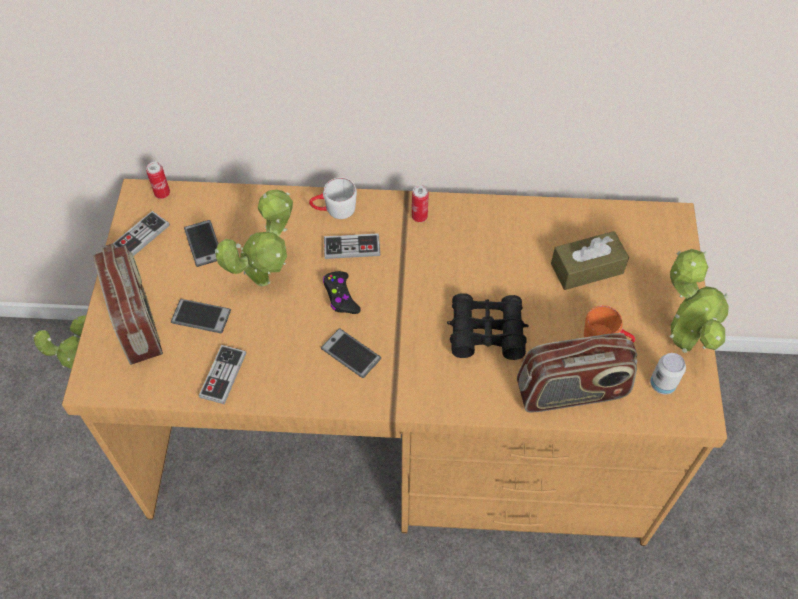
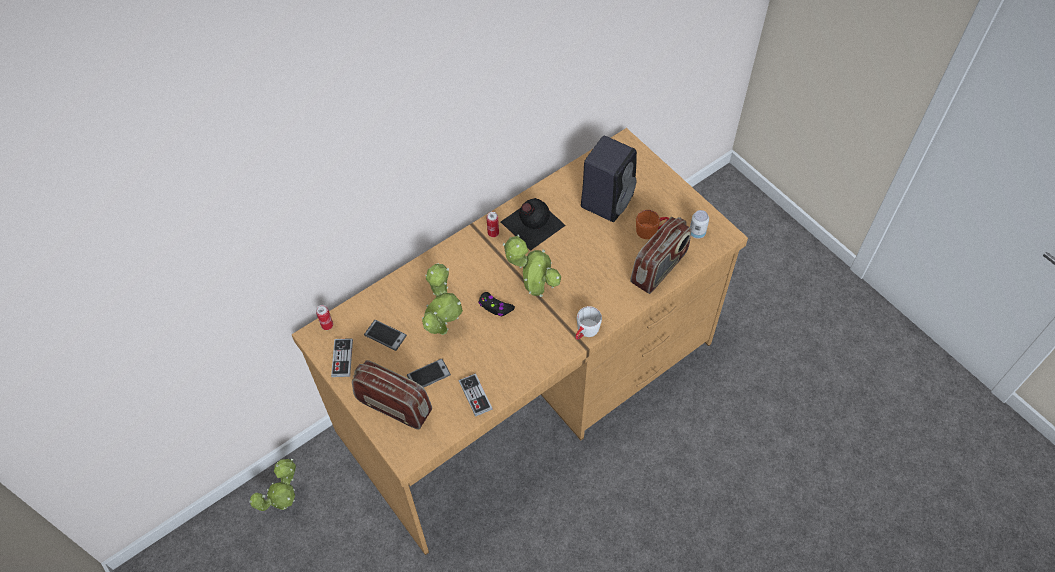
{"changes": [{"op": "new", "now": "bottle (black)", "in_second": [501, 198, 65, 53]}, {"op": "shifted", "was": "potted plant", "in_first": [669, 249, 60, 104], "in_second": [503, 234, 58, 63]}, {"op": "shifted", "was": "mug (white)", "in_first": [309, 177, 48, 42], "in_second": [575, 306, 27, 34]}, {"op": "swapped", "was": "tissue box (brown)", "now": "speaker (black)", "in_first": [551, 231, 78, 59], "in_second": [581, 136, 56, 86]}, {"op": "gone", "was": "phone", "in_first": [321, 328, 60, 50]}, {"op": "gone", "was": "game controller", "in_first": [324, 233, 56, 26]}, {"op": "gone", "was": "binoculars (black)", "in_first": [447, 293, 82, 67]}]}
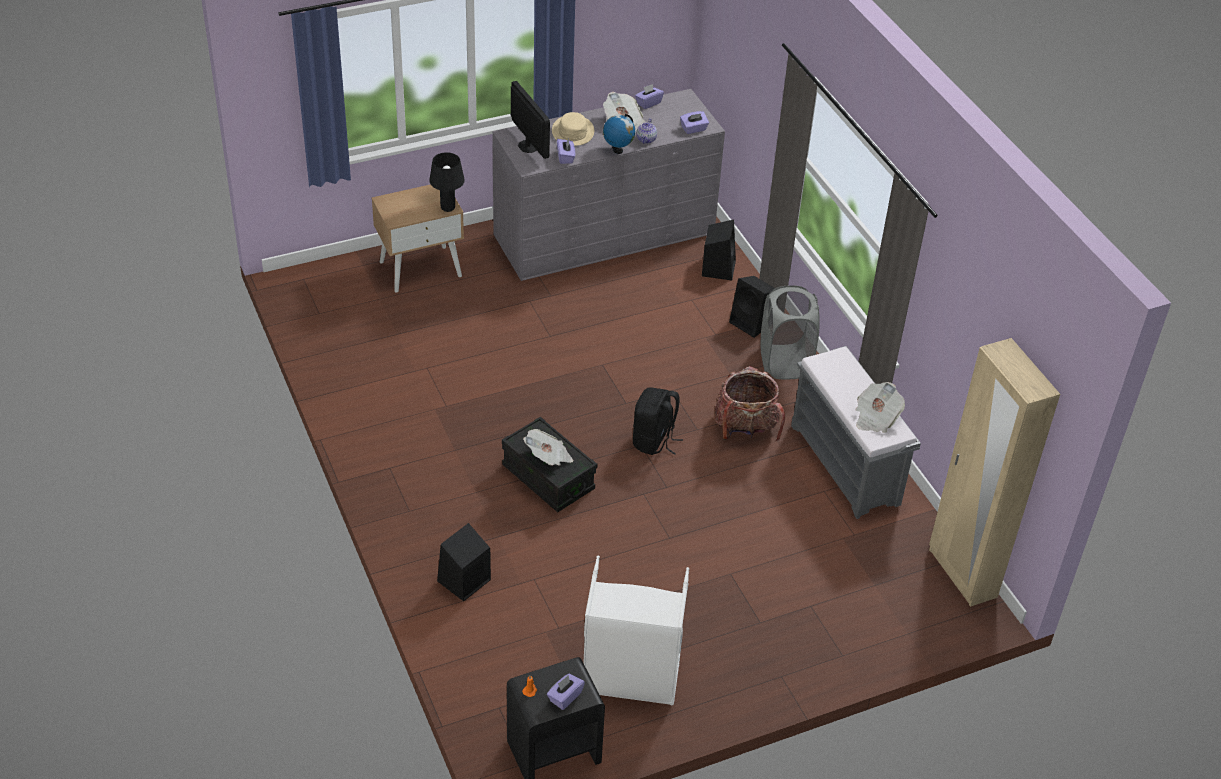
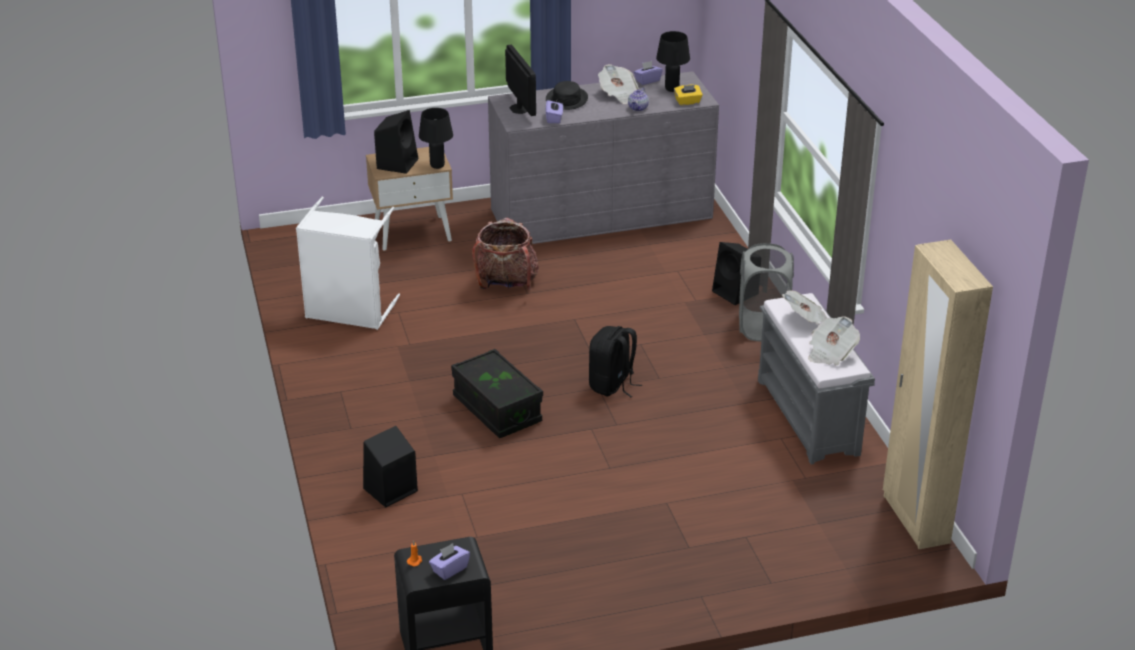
{"changes": [{"op": "shifted", "was": "laundry basket (white)", "in_first": [583, 556, 106, 149], "in_second": [296, 197, 104, 133]}, {"op": "shifted", "was": "speaker (black)", "in_first": [702, 220, 34, 61], "in_second": [374, 110, 44, 64]}, {"op": "shifted", "was": "backpack", "in_first": [715, 366, 70, 75], "in_second": [472, 218, 67, 72]}, {"op": "repainted", "was": "hat (beige)", "now": "hat (black)", "in_first": [552, 112, 42, 34], "in_second": [546, 81, 42, 29]}, {"op": "new", "now": "table lamp (black)", "in_second": [656, 31, 34, 61]}, {"op": "repainted", "was": "tissue box (purple)", "now": "tissue box (yellow)", "in_first": [680, 111, 29, 23], "in_second": [674, 85, 29, 20]}, {"op": "shifted", "was": "newspaper", "in_first": [523, 429, 51, 37], "in_second": [782, 290, 45, 34]}, {"op": "gone", "was": "globe", "in_first": [603, 114, 32, 40]}]}
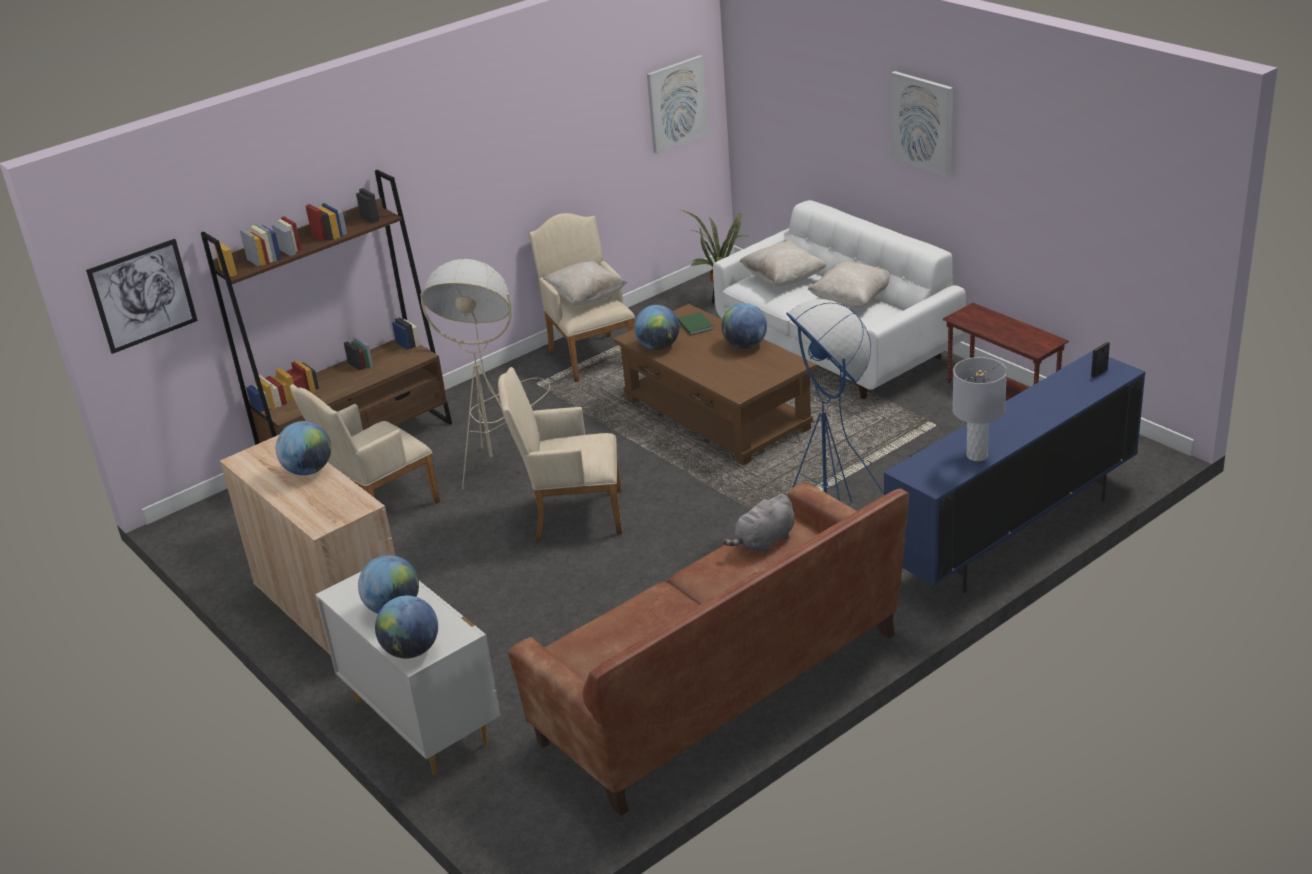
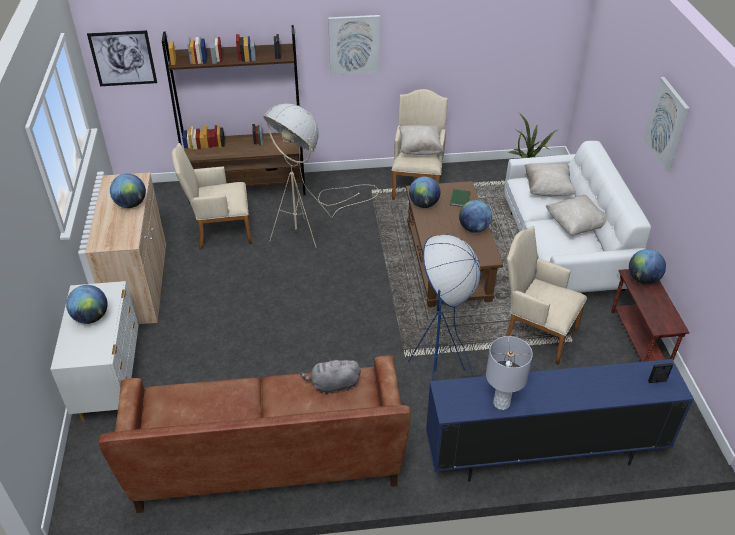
{"changes": [{"op": "shifted", "was": "picture", "in_first": [647, 55, 61, 99], "in_second": [328, 15, 52, 60]}, {"op": "shifted", "was": "armchair (beige)", "in_first": [498, 367, 124, 174], "in_second": [505, 226, 82, 139]}, {"op": "shifted", "was": "globe", "in_first": [375, 596, 63, 63], "in_second": [629, 249, 37, 35]}]}
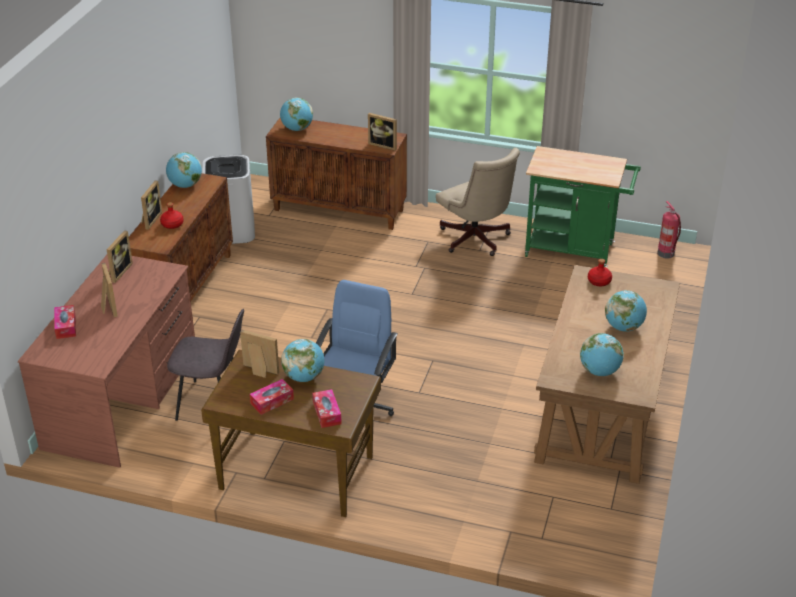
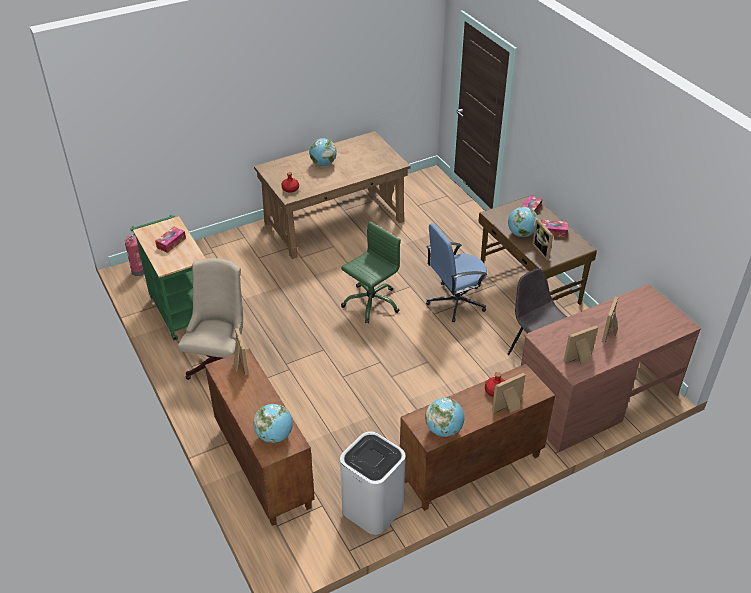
{"changes": [{"op": "shifted", "was": "tissue box", "in_first": [54, 305, 22, 34], "in_second": [155, 227, 31, 26]}, {"op": "new", "now": "office chair (green)", "in_second": [341, 221, 60, 103]}, {"op": "gone", "was": "globe", "in_first": [580, 333, 44, 43]}]}
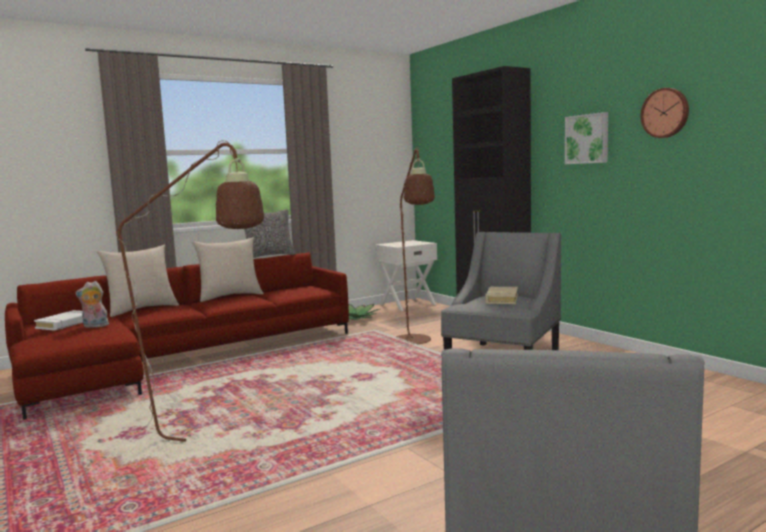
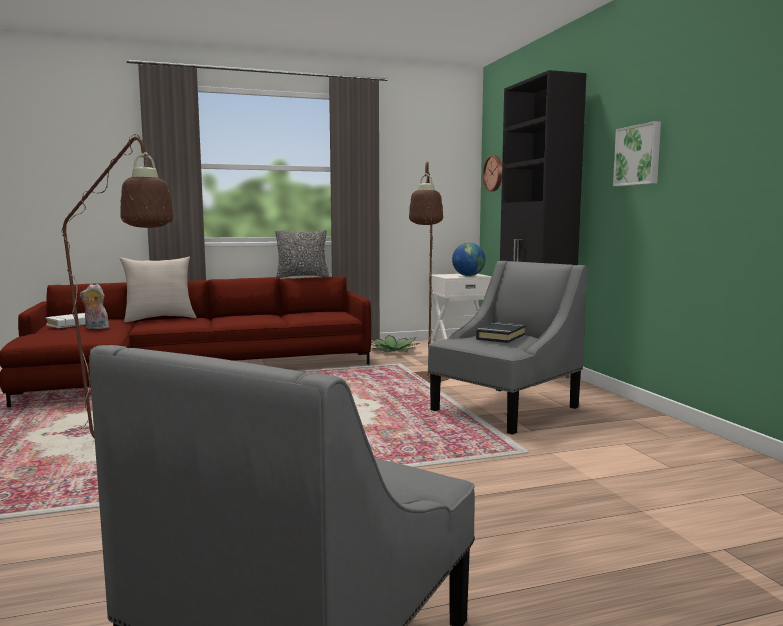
{"changes": [{"op": "new", "now": "globe", "in_second": [452, 243, 34, 33]}, {"op": "repainted", "was": "book (beige)", "now": "book (black)", "in_first": [485, 287, 33, 17], "in_second": [476, 322, 50, 21]}, {"op": "shifted", "was": "wall clock", "in_first": [640, 88, 49, 50], "in_second": [483, 155, 19, 36]}, {"op": "gone", "was": "pillow (beige)", "in_first": [192, 237, 72, 65]}]}
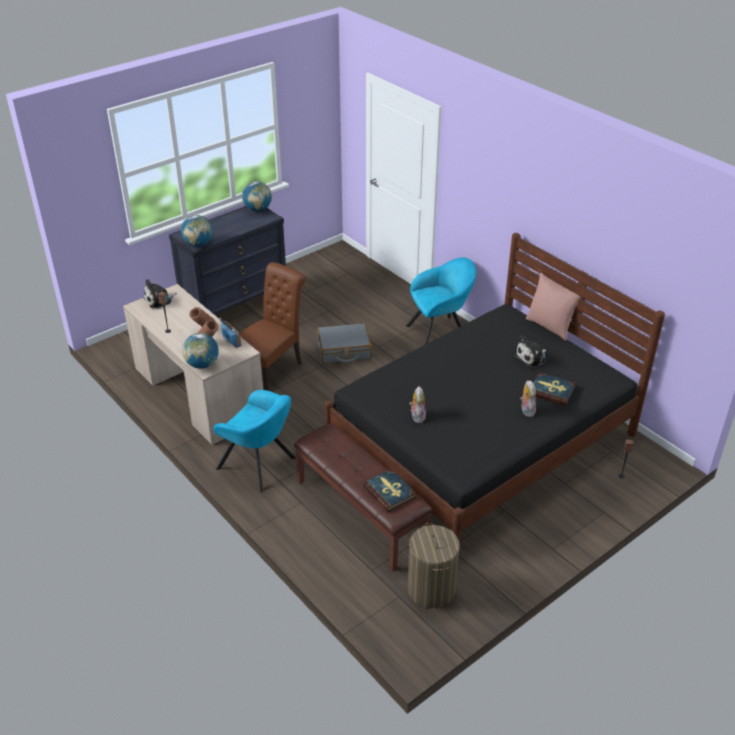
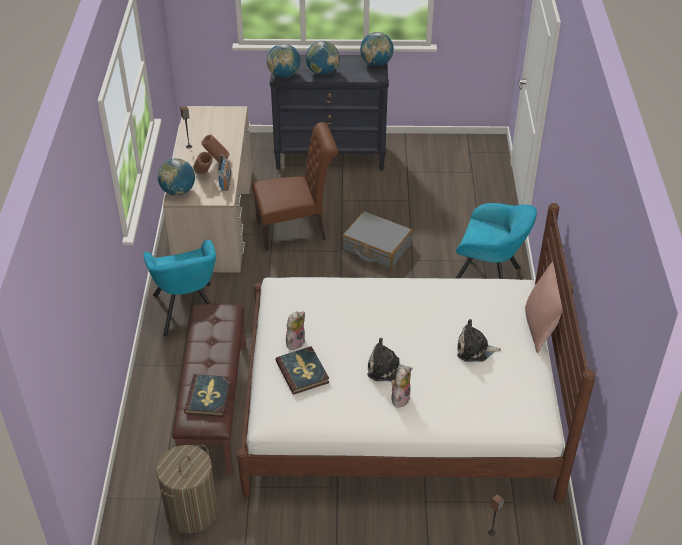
{"changes": [{"op": "repainted", "was": "bed (black)", "now": "bed (white)", "in_first": [325, 233, 340, 310], "in_second": [237, 203, 359, 300]}, {"op": "shifted", "was": "book", "in_first": [533, 372, 43, 34], "in_second": [275, 346, 54, 48]}, {"op": "new", "now": "globe", "in_second": [306, 41, 33, 34]}, {"op": "shifted", "was": "plush toy", "in_first": [143, 279, 34, 29], "in_second": [367, 338, 46, 43]}]}
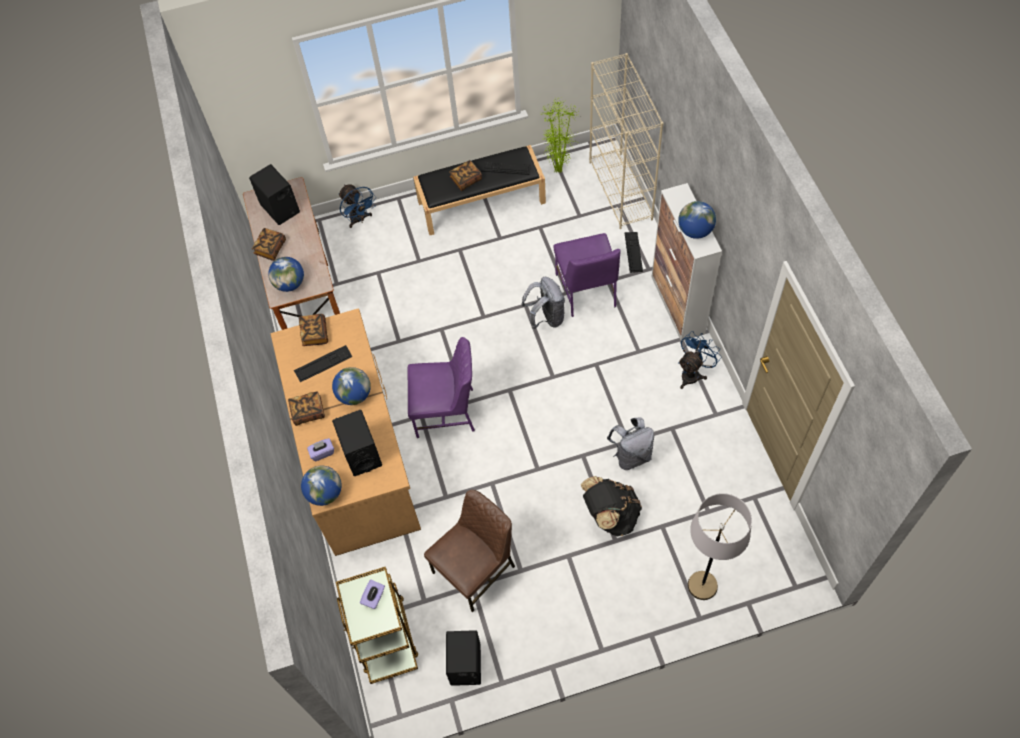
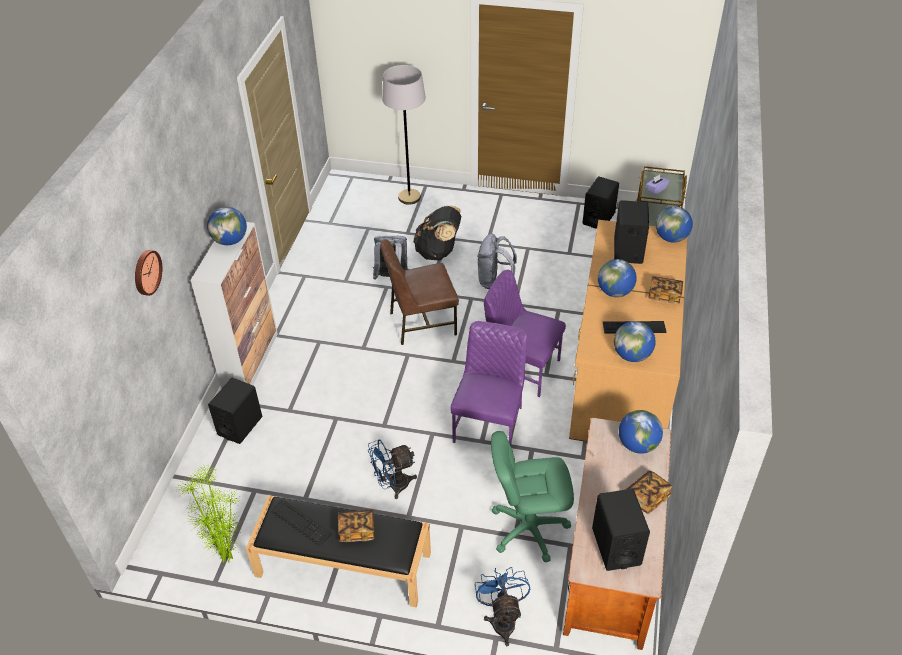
{"changes": [{"op": "new", "now": "wall clock", "in_second": [135, 250, 27, 46]}, {"op": "swapped", "was": "keyboard", "now": "speaker (black)", "in_first": [625, 232, 18, 41], "in_second": [208, 377, 54, 67]}, {"op": "shifted", "was": "fan (blue)", "in_first": [678, 331, 44, 58], "in_second": [368, 439, 49, 60]}, {"op": "shifted", "was": "chair (brown)", "in_first": [424, 490, 91, 122], "in_second": [380, 239, 79, 106]}, {"op": "shifted", "was": "chair (purple)", "in_first": [554, 233, 67, 84], "in_second": [451, 321, 76, 124]}, {"op": "shifted", "was": "backpack (grey)", "in_first": [521, 277, 44, 52], "in_second": [477, 234, 40, 55]}, {"op": "new", "now": "office chair (green)", "in_second": [491, 431, 83, 132]}, {"op": "swapped", "was": "book", "now": "globe", "in_first": [299, 314, 29, 32], "in_second": [614, 321, 42, 41]}, {"op": "gone", "was": "tissue box (purple)", "in_first": [307, 438, 27, 23]}, {"op": "gone", "was": "bookcase (beige)", "in_first": [589, 53, 74, 176]}]}
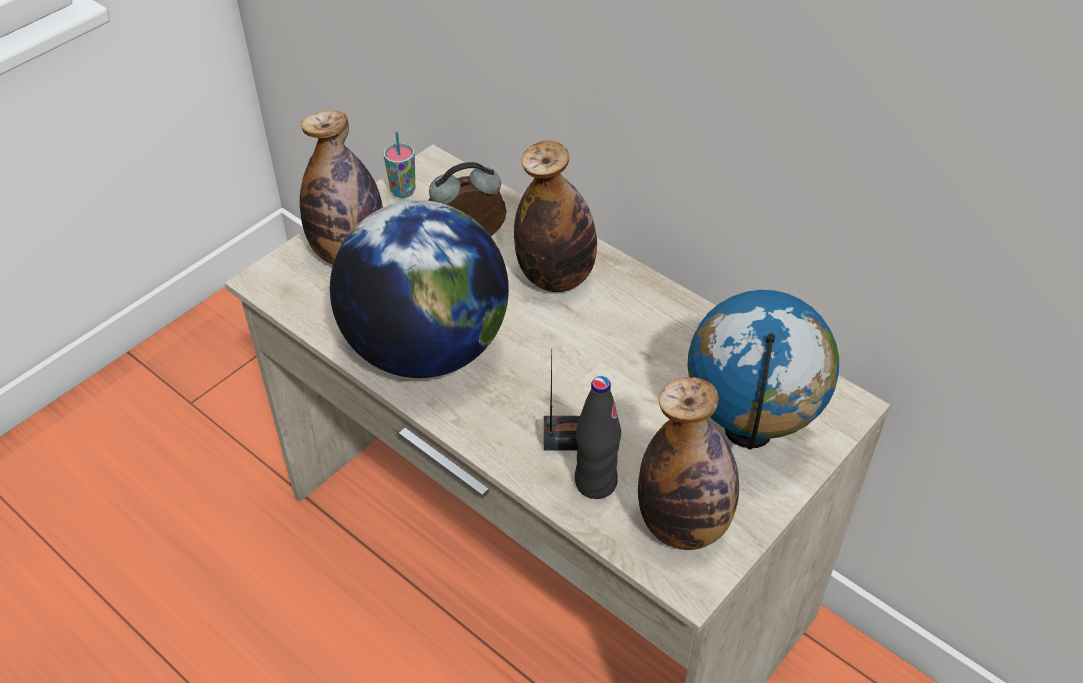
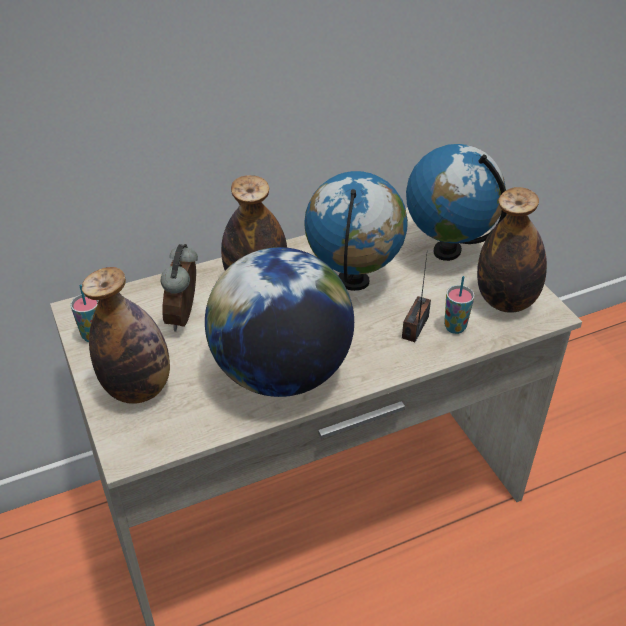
{"changes": [{"op": "new", "now": "globe", "in_second": [305, 171, 103, 120]}, {"op": "swapped", "was": "bottle (black)", "now": "cup", "in_first": [575, 376, 46, 123], "in_second": [444, 276, 31, 58]}]}
